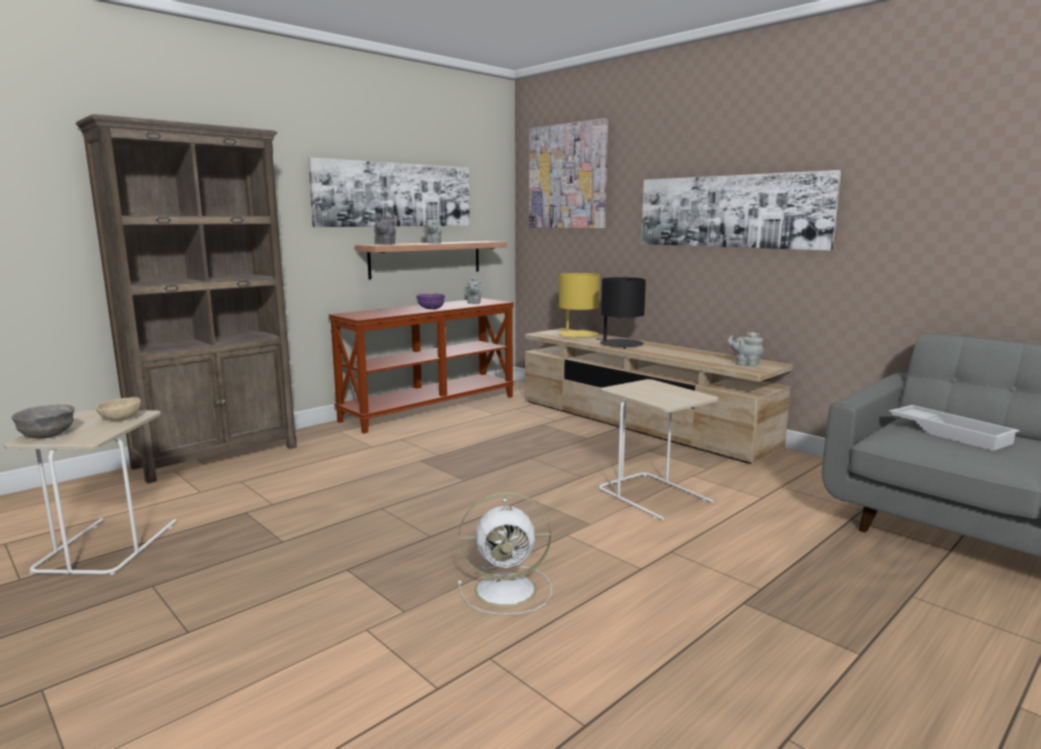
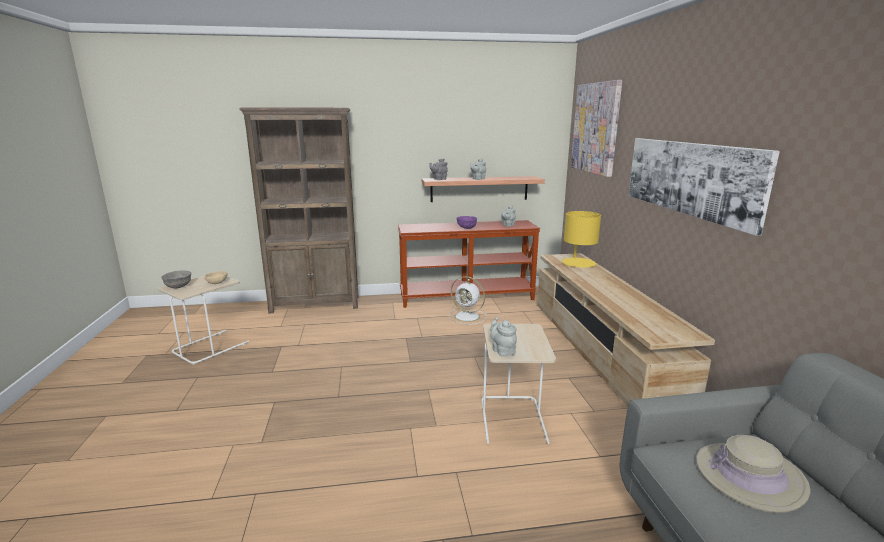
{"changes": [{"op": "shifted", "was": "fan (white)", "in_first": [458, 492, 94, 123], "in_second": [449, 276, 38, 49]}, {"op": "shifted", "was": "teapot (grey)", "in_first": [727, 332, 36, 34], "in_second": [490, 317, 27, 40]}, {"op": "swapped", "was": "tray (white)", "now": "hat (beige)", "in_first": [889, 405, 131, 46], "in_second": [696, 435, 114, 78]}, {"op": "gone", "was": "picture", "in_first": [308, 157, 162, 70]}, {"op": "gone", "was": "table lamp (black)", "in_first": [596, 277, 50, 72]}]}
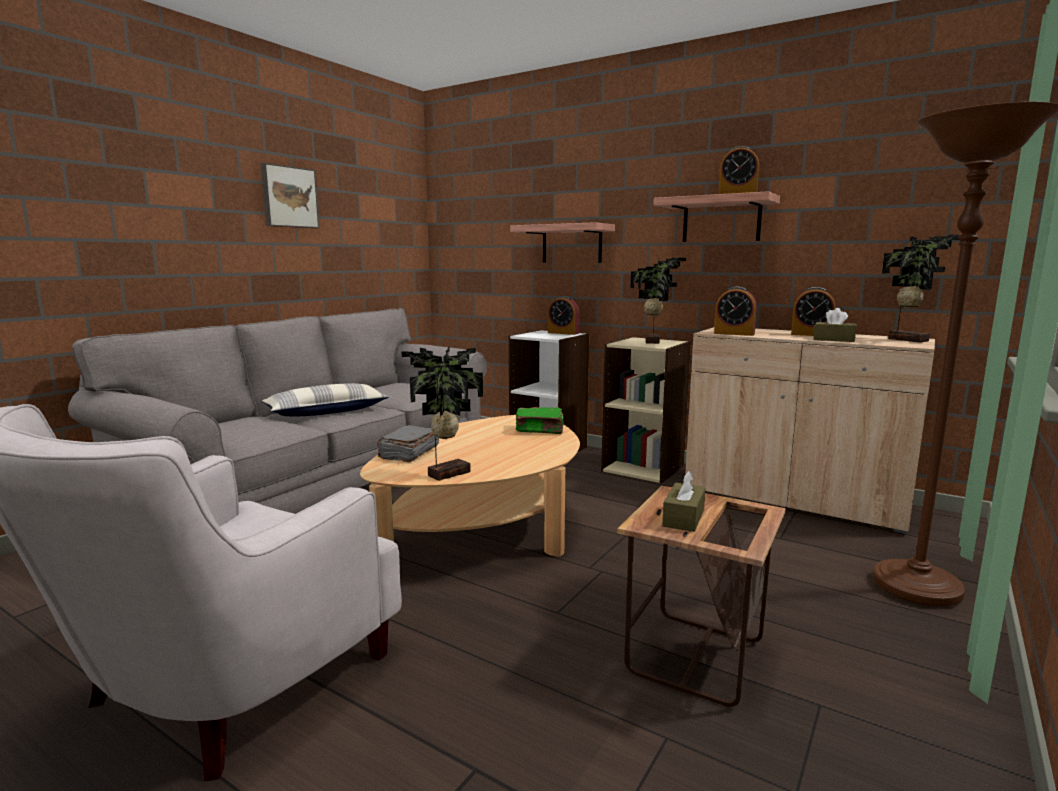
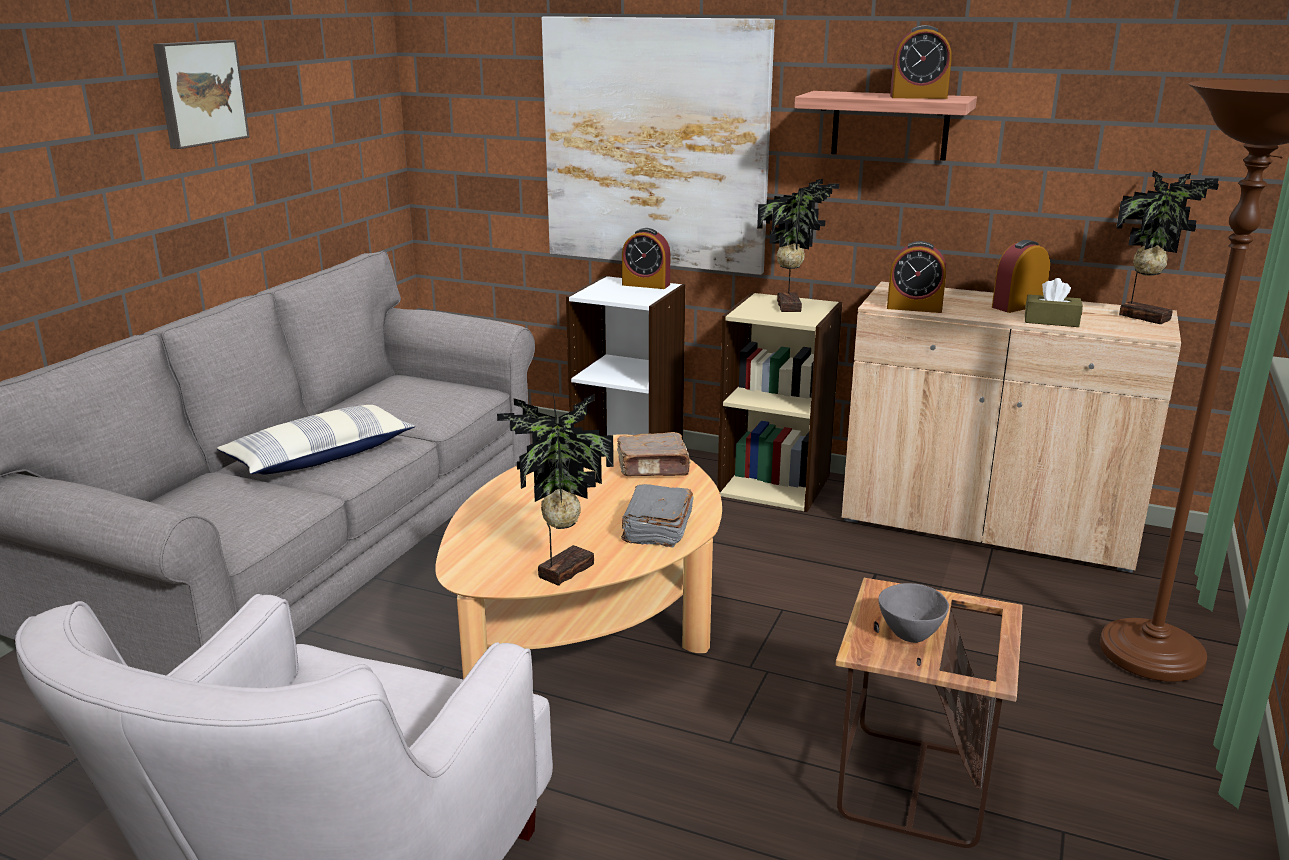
{"changes": [{"op": "swapped", "was": "shelf", "now": "picture", "in_first": [510, 222, 105, 41], "in_second": [542, 16, 233, 259]}, {"op": "repainted", "was": "book (green)", "now": "book (brown)", "in_first": [516, 407, 48, 27], "in_second": [617, 432, 74, 44]}, {"op": "shifted", "was": "book (grey)", "in_first": [377, 425, 62, 38], "in_second": [621, 484, 73, 63]}, {"op": "swapped", "was": "tissue box (brown)", "now": "bowl (grey)", "in_first": [662, 471, 44, 61], "in_second": [878, 583, 71, 60]}, {"op": "rotated", "was": "alarm clock", "in_first": [791, 287, 45, 49], "in_second": [992, 240, 58, 73], "clockwise": 135}]}
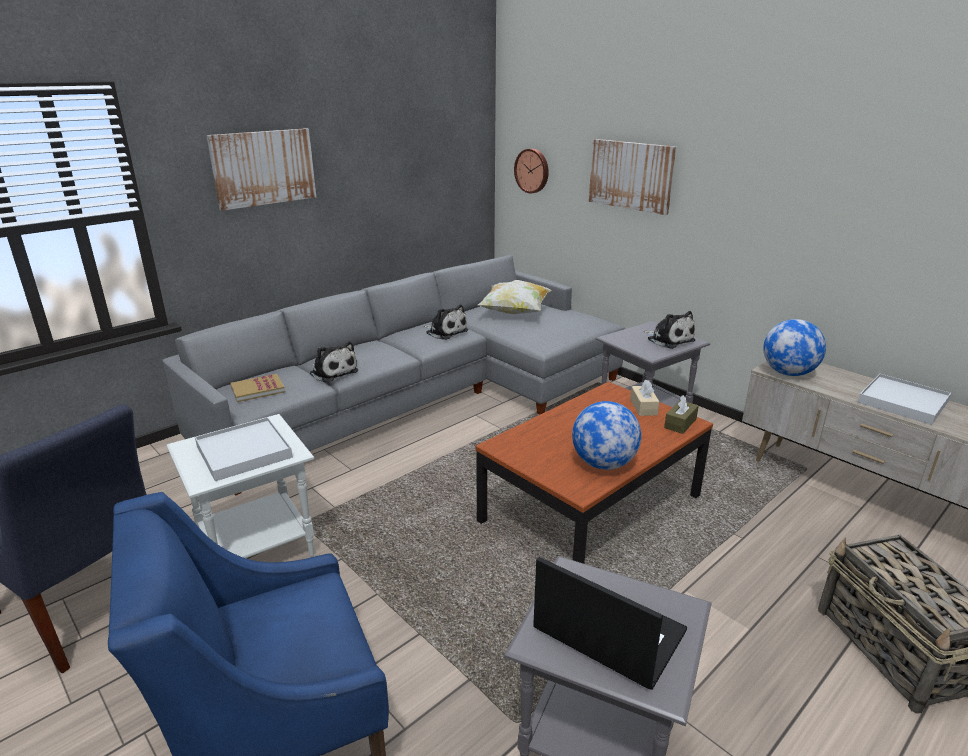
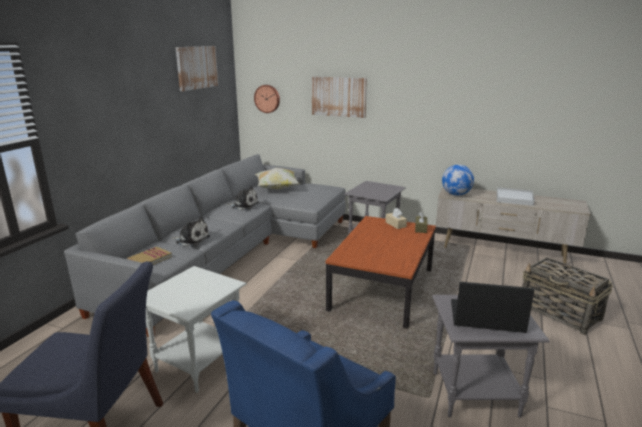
{"changes": [{"op": "shifted", "was": "picture", "in_first": [207, 128, 109, 83], "in_second": [175, 46, 43, 45]}, {"op": "gone", "was": "tray (white)", "in_first": [195, 417, 98, 64]}, {"op": "gone", "was": "globe", "in_first": [572, 401, 69, 69]}, {"op": "gone", "was": "plush toy", "in_first": [644, 311, 52, 38]}]}
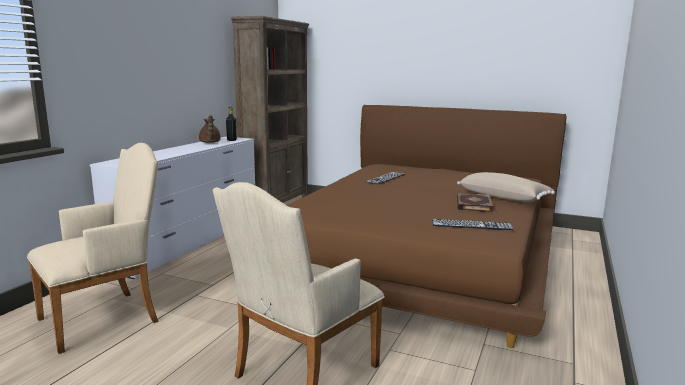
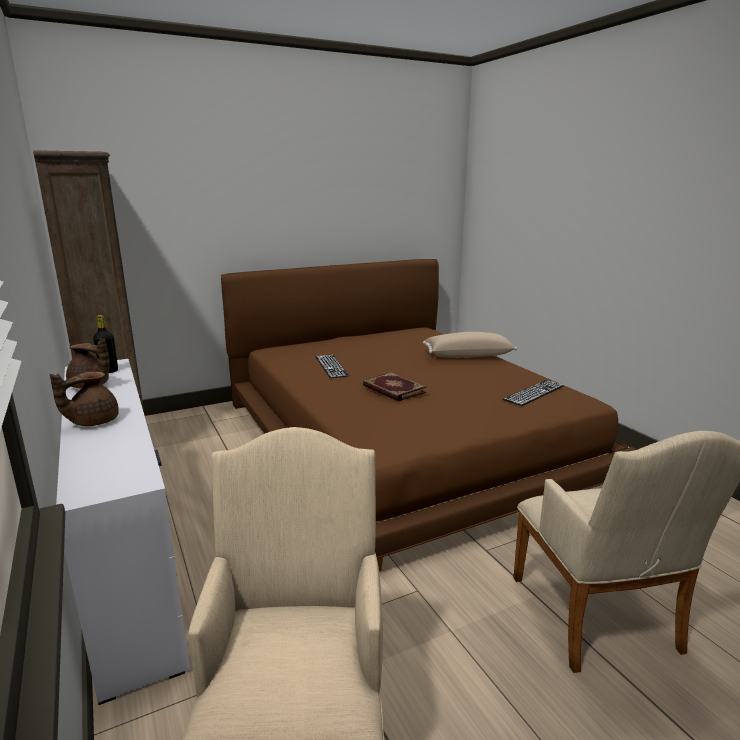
{"changes": [{"op": "new", "now": "teapot (brown)", "in_second": [50, 371, 69, 55]}, {"op": "shifted", "was": "book", "in_first": [457, 193, 36, 19], "in_second": [363, 372, 64, 29]}]}
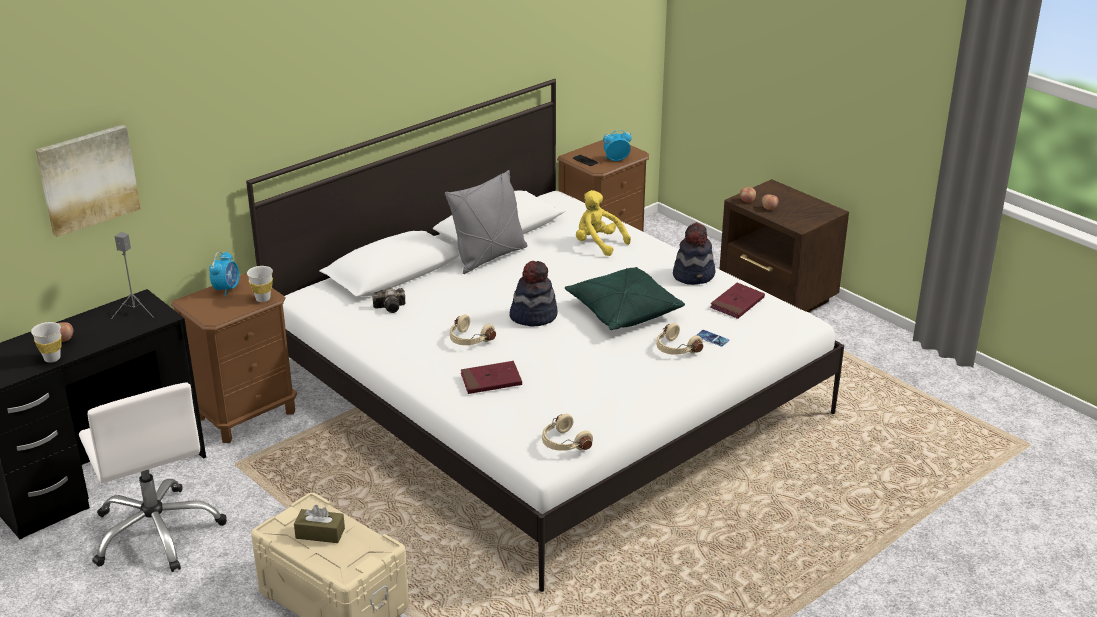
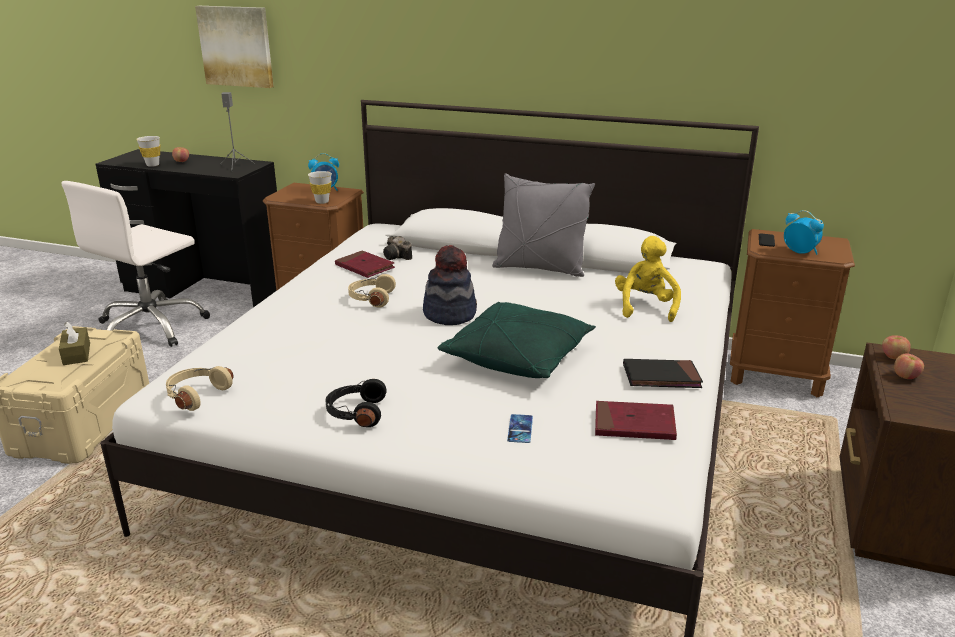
{"changes": [{"op": "new", "now": "headphones (black)", "in_second": [325, 379, 62, 48]}, {"op": "shifted", "was": "book (red)", "in_first": [461, 361, 61, 33], "in_second": [335, 250, 60, 28]}, {"op": "swapped", "was": "hat", "now": "book (black)", "in_first": [673, 222, 43, 63], "in_second": [623, 359, 80, 29]}, {"op": "gone", "was": "headphones (beige)", "in_first": [657, 323, 46, 32]}]}
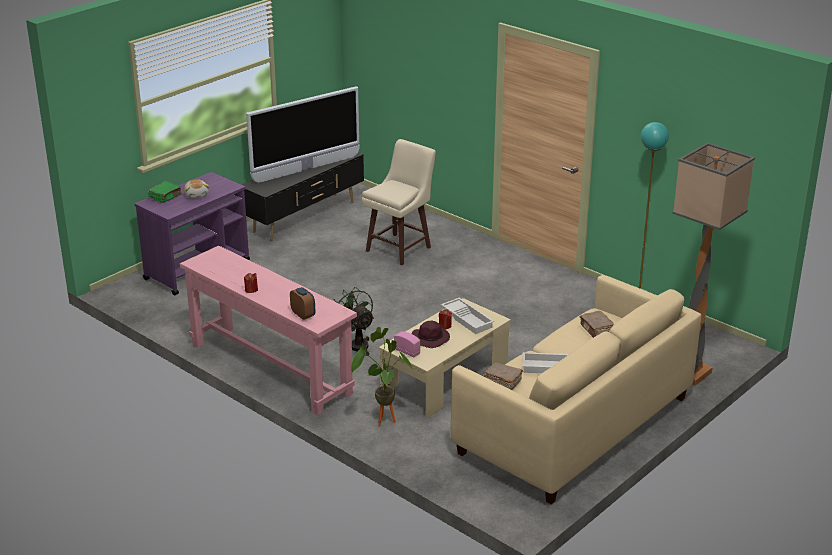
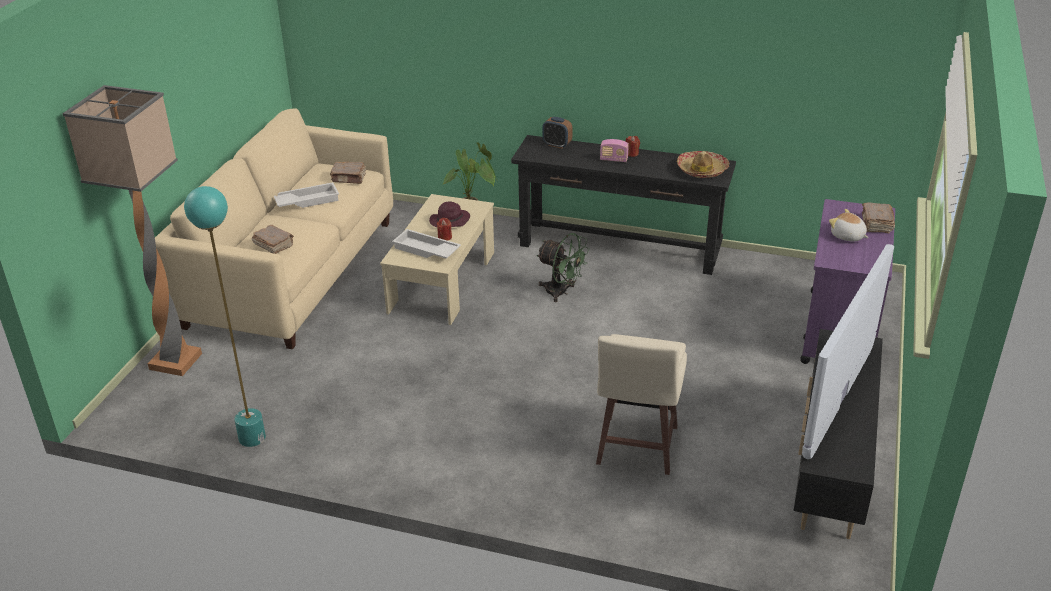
{"changes": [{"op": "repainted", "was": "console table (pink)", "now": "console table (black)", "in_first": [180, 246, 177, 169], "in_second": [511, 135, 225, 140]}, {"op": "shifted", "was": "radio", "in_first": [394, 331, 26, 26], "in_second": [600, 139, 29, 23]}, {"op": "new", "now": "hat", "in_second": [677, 151, 52, 27]}, {"op": "repainted", "was": "book (green)", "now": "book (brown)", "in_first": [148, 181, 33, 22], "in_second": [862, 202, 33, 31]}]}
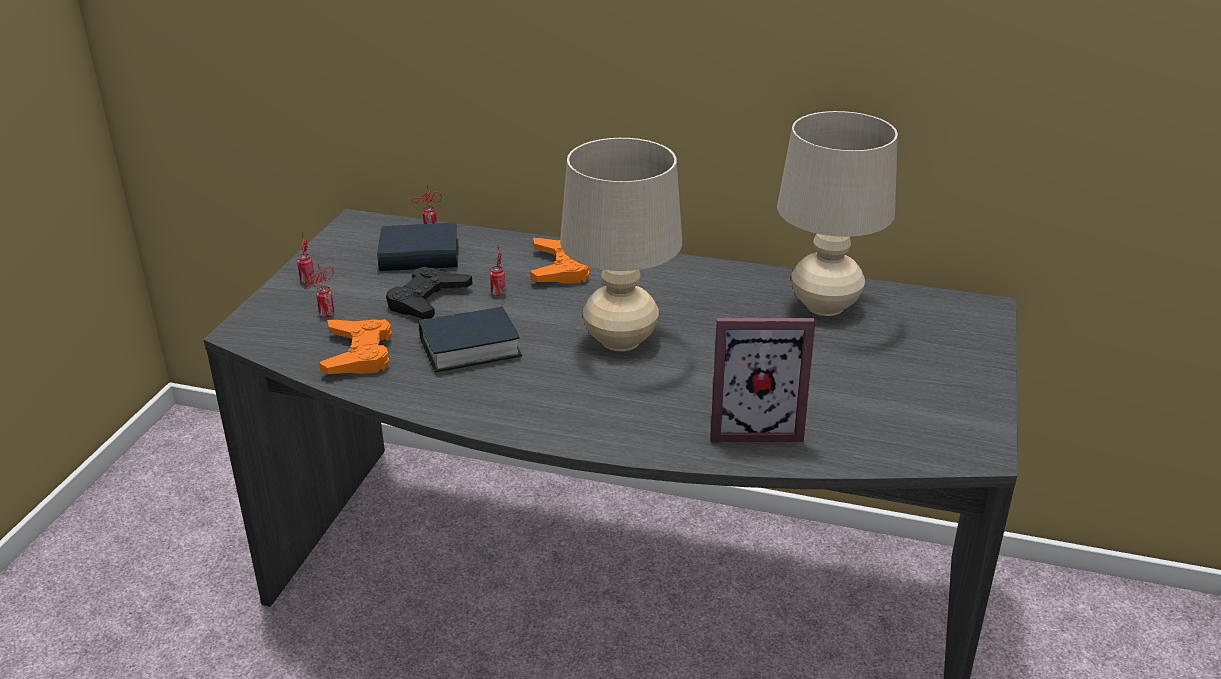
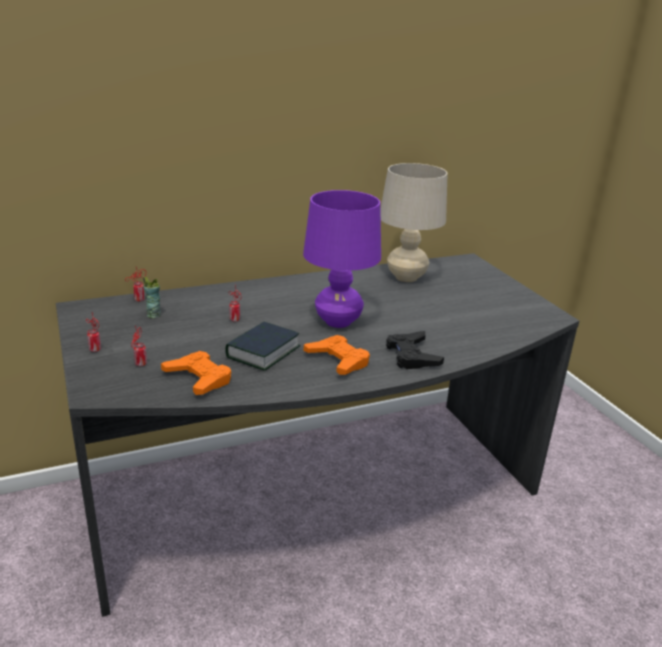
{"changes": [{"op": "swapped", "was": "book", "now": "cup", "in_first": [377, 223, 82, 48], "in_second": [143, 276, 18, 43]}, {"op": "repainted", "was": "table lamp (beige)", "now": "table lamp (purple)", "in_first": [560, 138, 122, 213], "in_second": [303, 190, 78, 138]}, {"op": "shifted", "was": "game controller (orange)", "in_first": [530, 238, 59, 46], "in_second": [304, 335, 66, 40]}, {"op": "shifted", "was": "game controller (black)", "in_first": [386, 266, 87, 53], "in_second": [386, 331, 58, 38]}, {"op": "gone", "was": "picture frame", "in_first": [710, 318, 106, 125]}]}
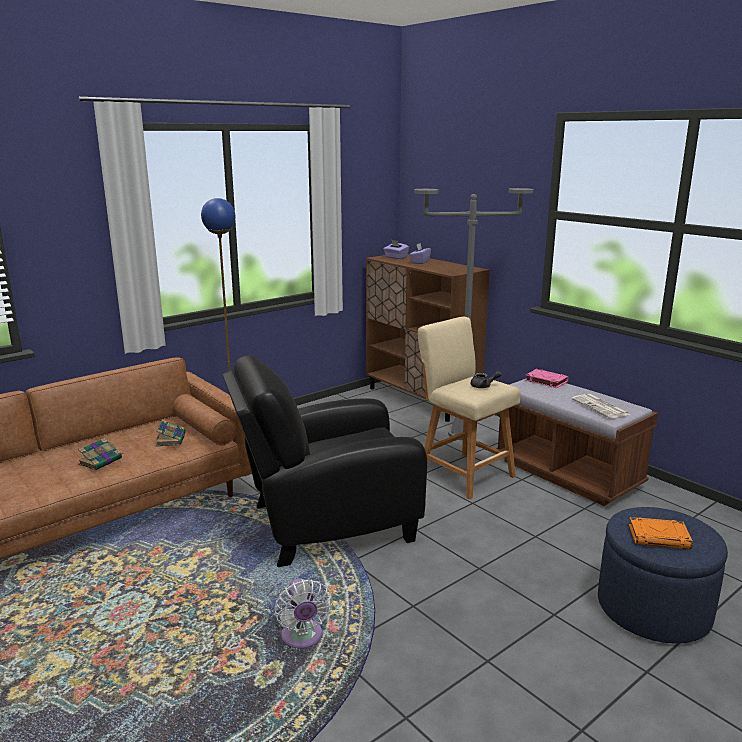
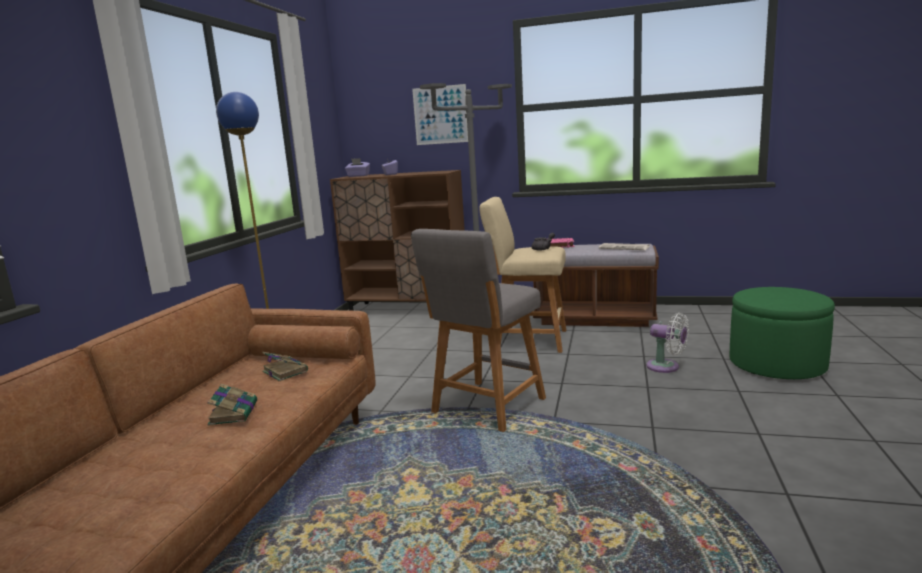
{"changes": [{"op": "swapped", "was": "armchair (black)", "now": "stool (grey)", "in_first": [222, 355, 205, 212], "in_second": [411, 229, 135, 203]}, {"op": "new", "now": "picture", "in_second": [412, 84, 56, 61]}, {"op": "shifted", "was": "fan (white)", "in_first": [274, 578, 59, 70], "in_second": [646, 313, 43, 60]}, {"op": "repainted", "was": "ottoman (blue)", "now": "ottoman (green)", "in_first": [598, 507, 130, 136], "in_second": [730, 287, 105, 92]}, {"op": "gone", "was": "book (orange)", "in_first": [629, 517, 64, 32]}]}
